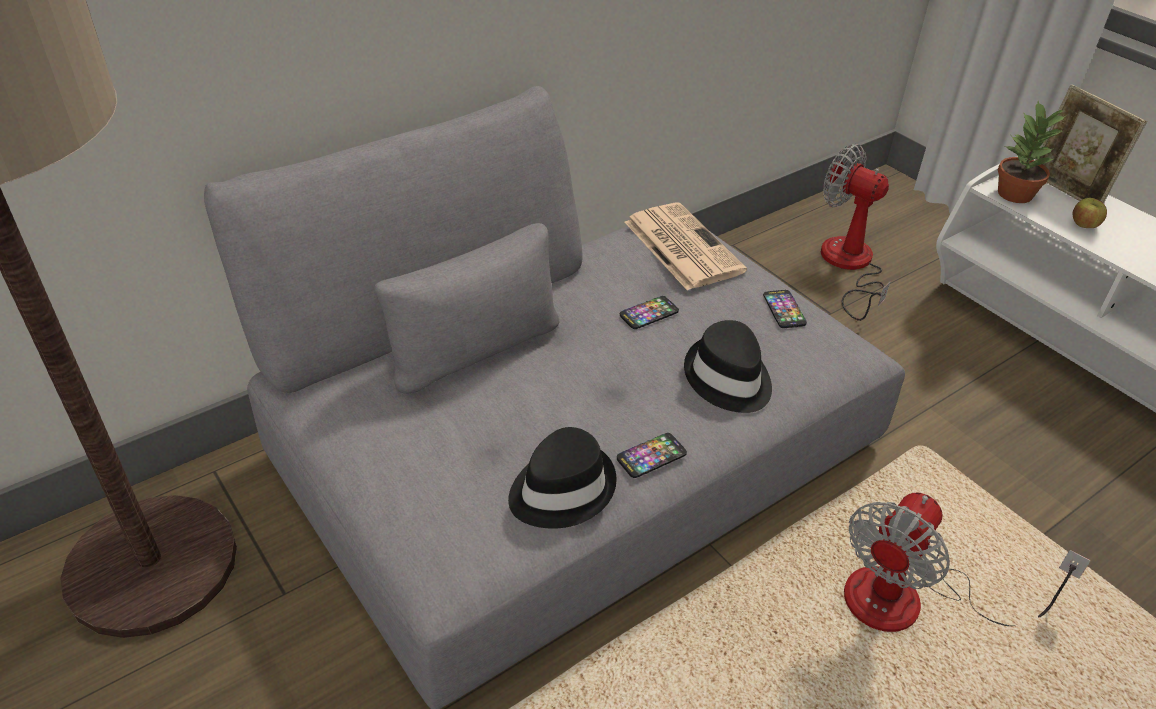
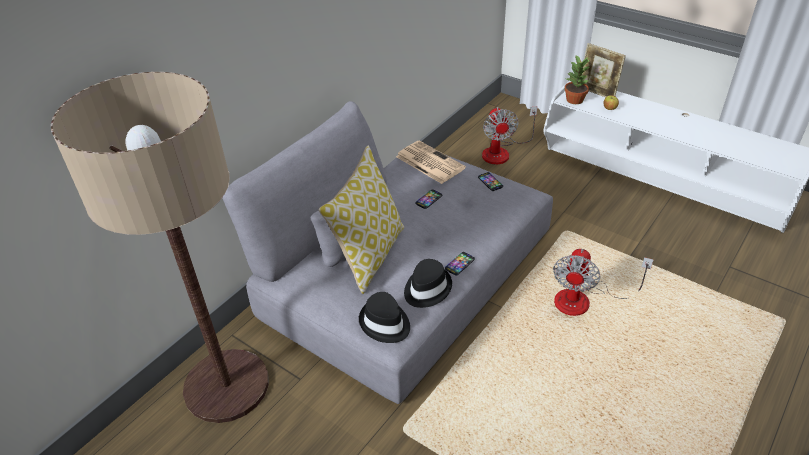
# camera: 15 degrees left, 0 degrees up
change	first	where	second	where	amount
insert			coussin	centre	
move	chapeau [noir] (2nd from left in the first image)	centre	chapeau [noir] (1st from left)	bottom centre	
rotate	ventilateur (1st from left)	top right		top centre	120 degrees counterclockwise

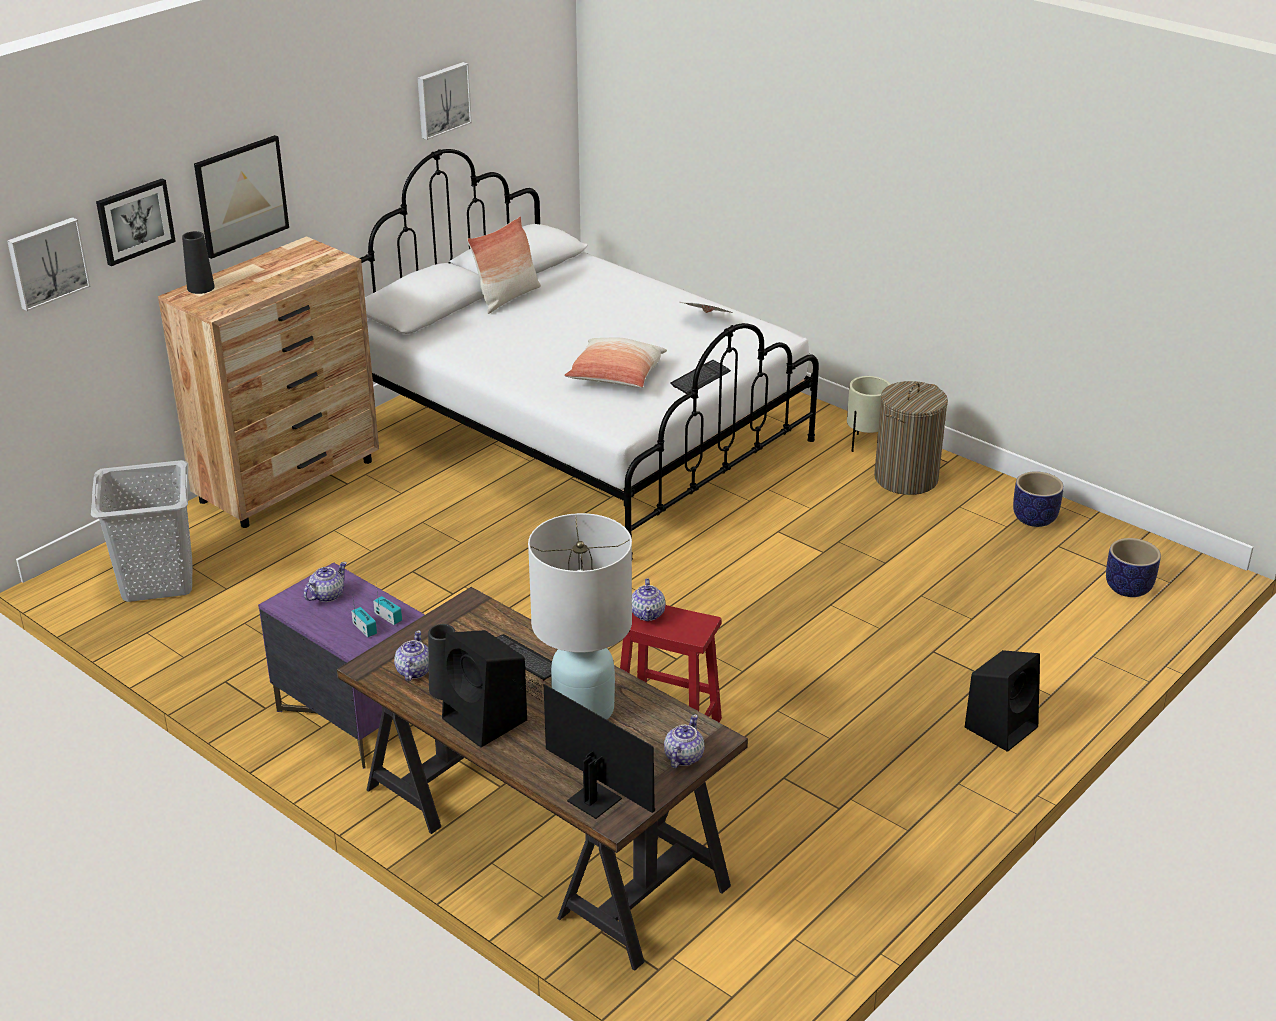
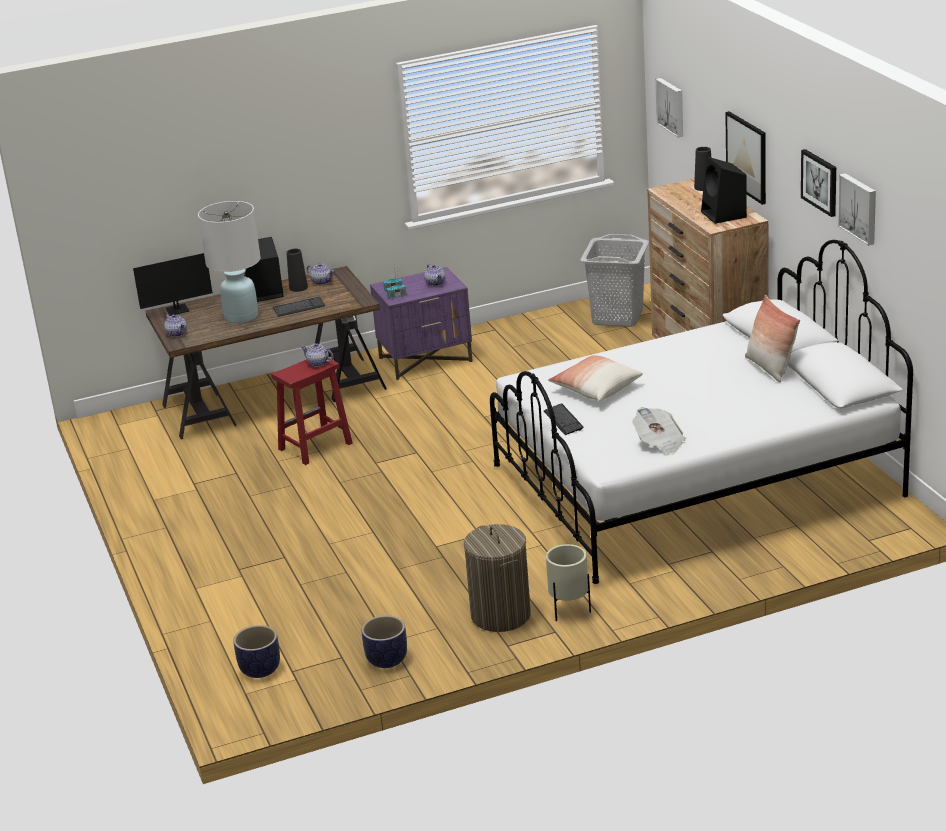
# camera: 120 degrees right, 5 degrees down
change	first	where	second	where	amount
move	tableau (2nd from left in the first image)	top left	tableau (3rd from left)	top right	
move	enceinte [noir] (2nd from left)	bottom right		top right	

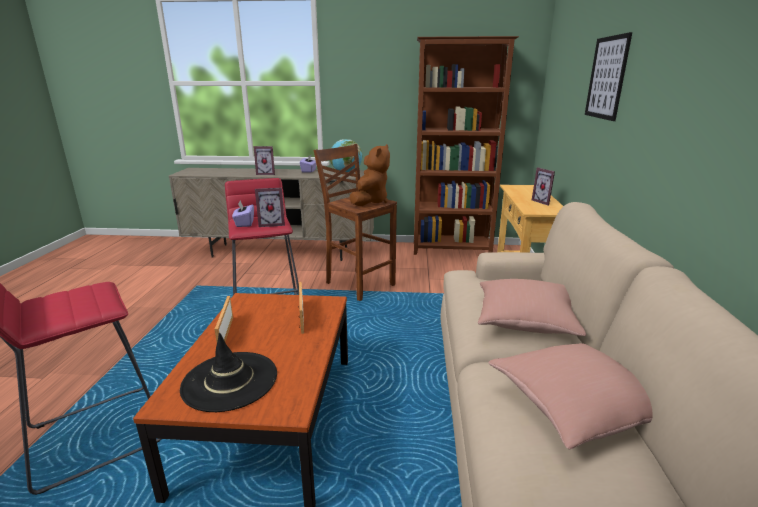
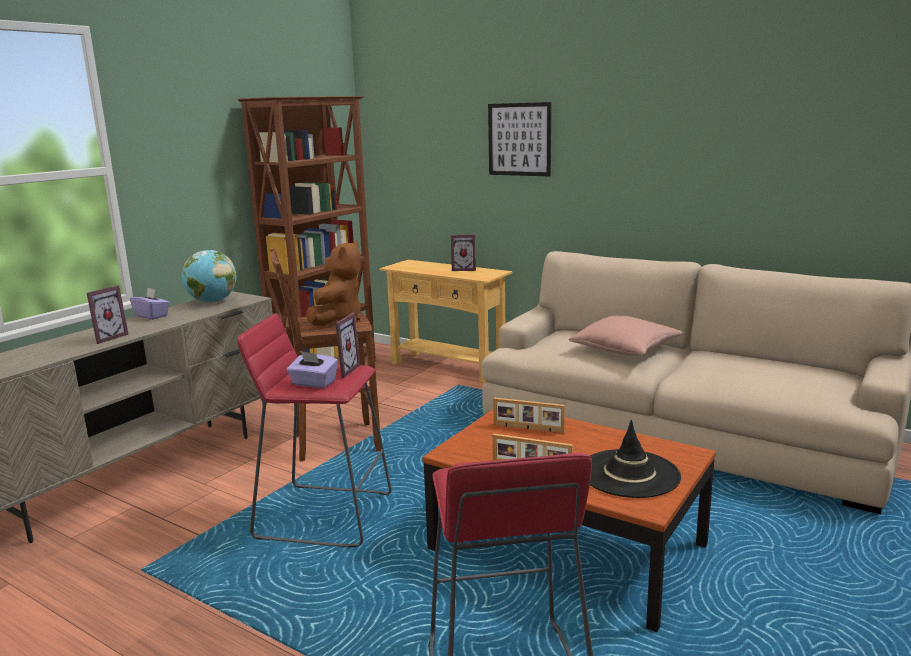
# camera: 60 degrees left, 5 degrees down
change	first	where	second	where	amount
delete	coussin [rose] (2nd from left)	bottom right			
rotate	peluche [marron]	centre		centre	60 degrees clockwise

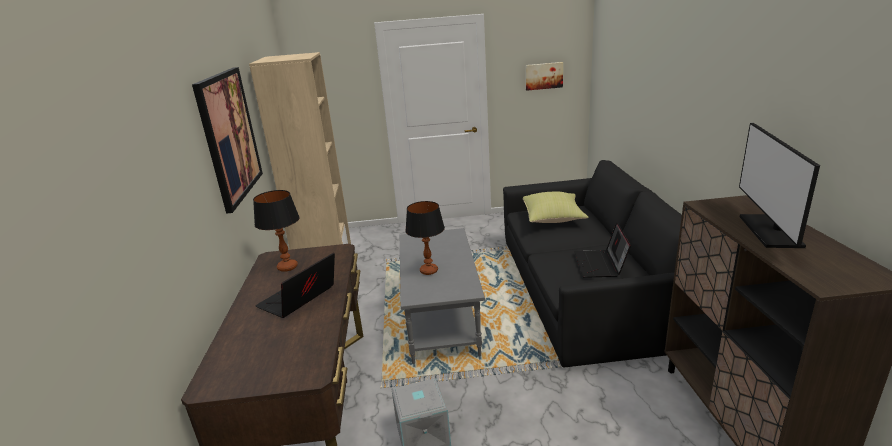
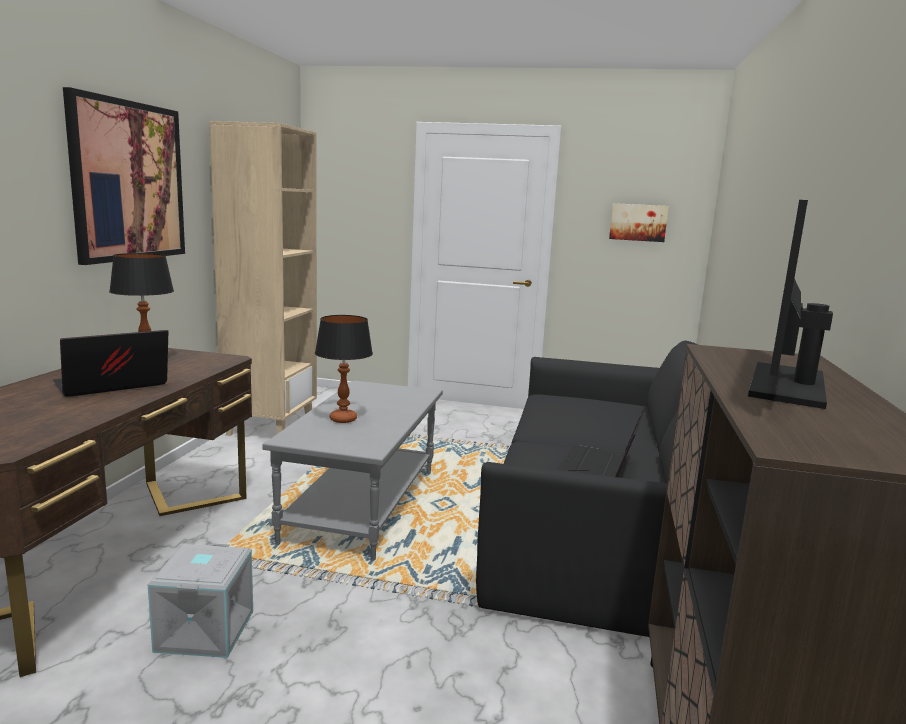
# camera: 15 degrees right, 10 degrees down
change	first	where	second	where	amount
delete	coussin [jaune]	centre			

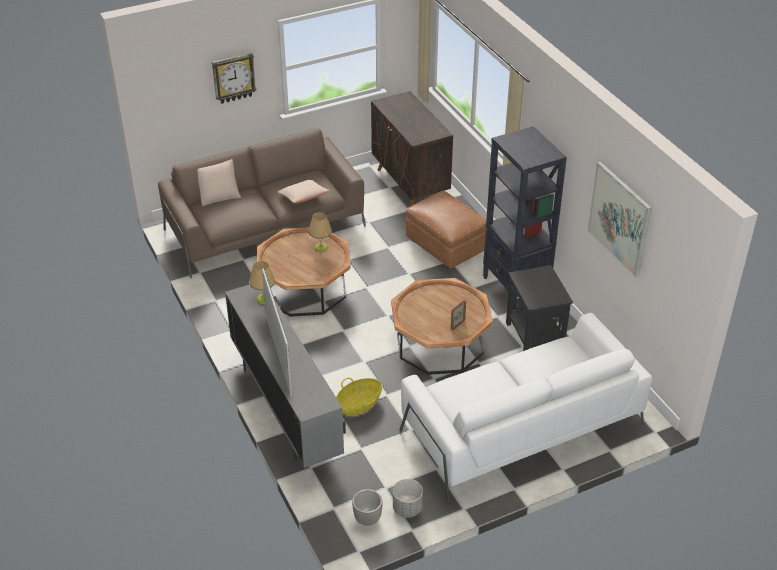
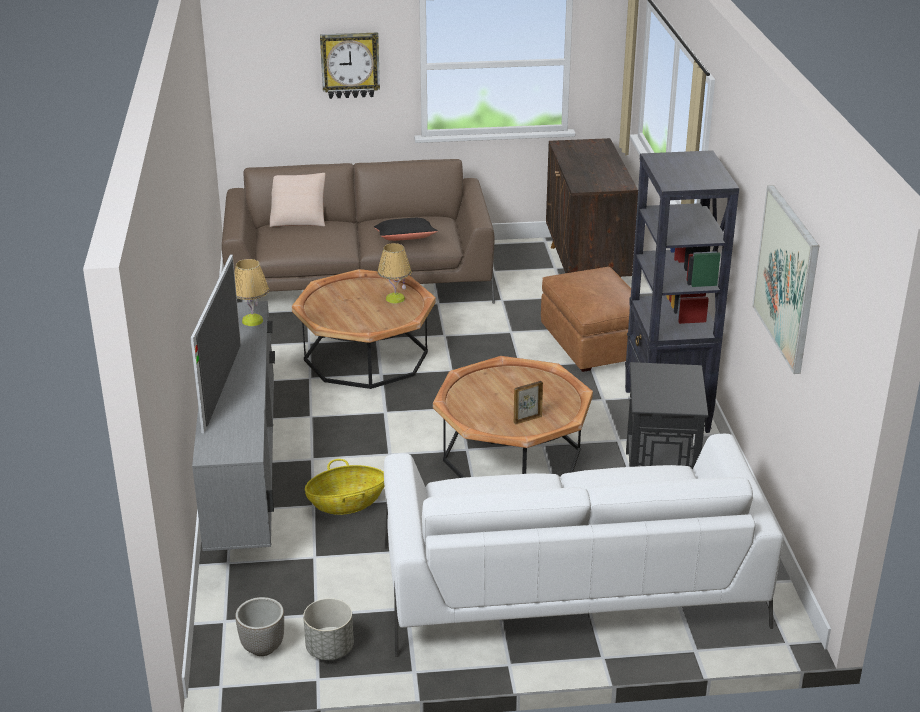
# camera: 20 degrees right, 10 degrees down
change	first	where	second	where	amount
recolor	coussin [beige] (2nd from left)	centre	coussin [noir]	top centre	

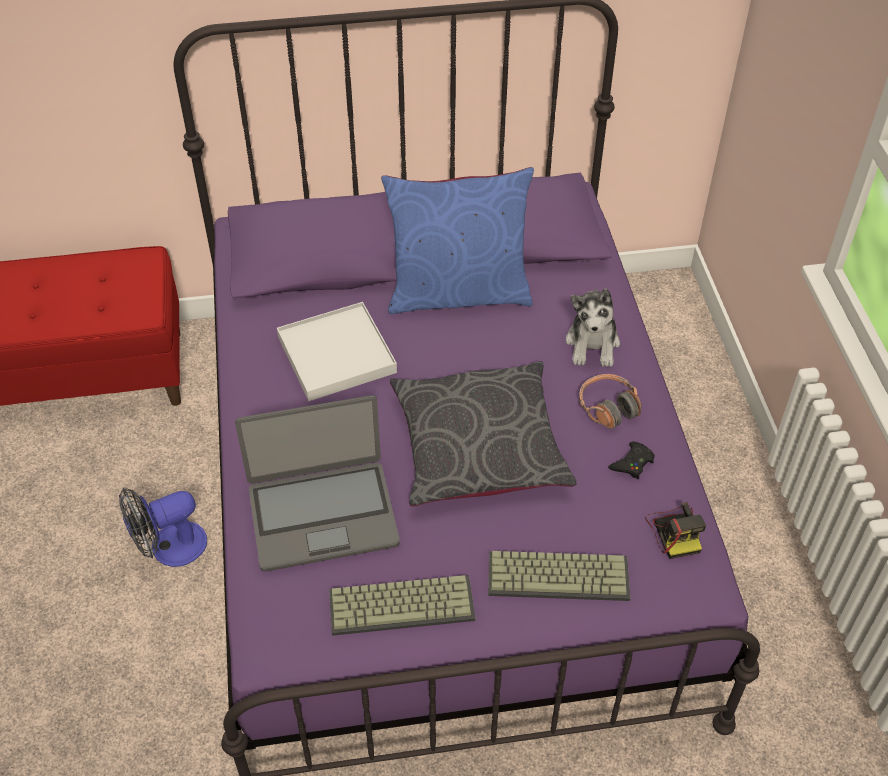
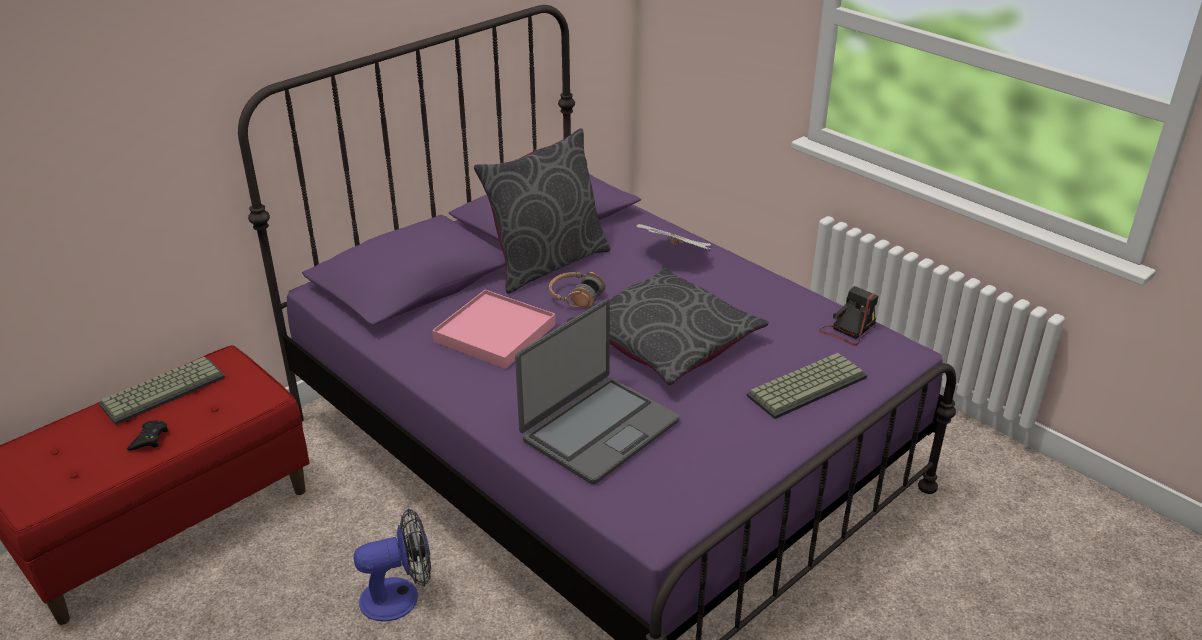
# camera: 35 degrees left, 15 degrees down
change	first	where	second	where	amount
move	clavier (1st from left)	bottom centre		middle left	
move	casque audio	middle right		centre	
move	manette [noir]	middle right		bottom left	
replace	peluche	middle right	journal	centre	
recolor	plateau [blanc]	centre	plateau [rose]	centre	
recolor	coussin [bleu]	top centre	coussin [gris] (1st from left)	top centre	
rotate	ventilateur	bottom left		bottom left	135 degrees counterclockwise
rotate	appareil photo	bottom right		middle right	90 degrees counterclockwise

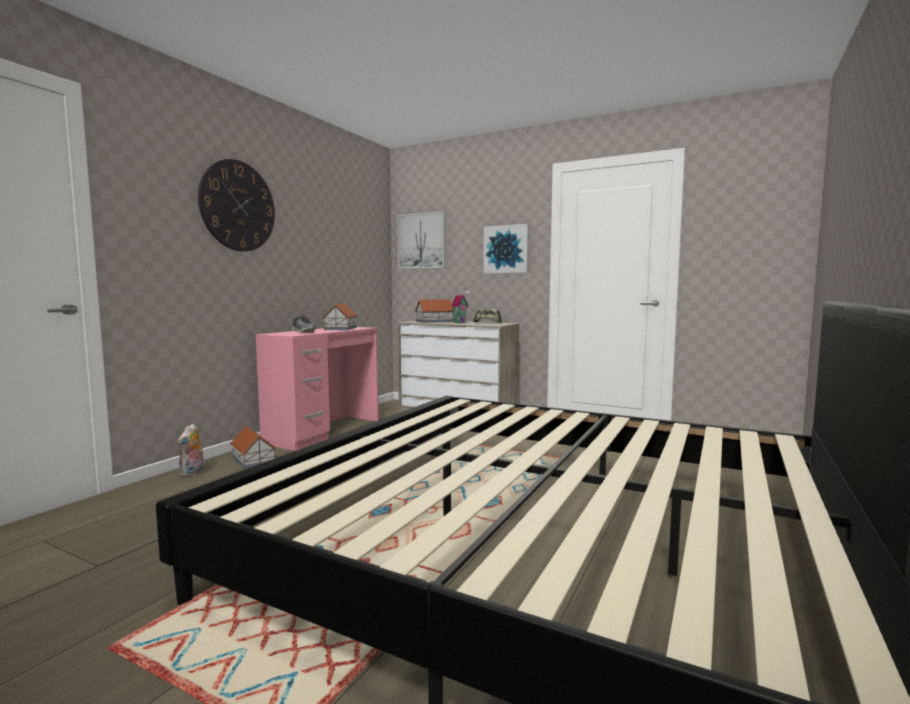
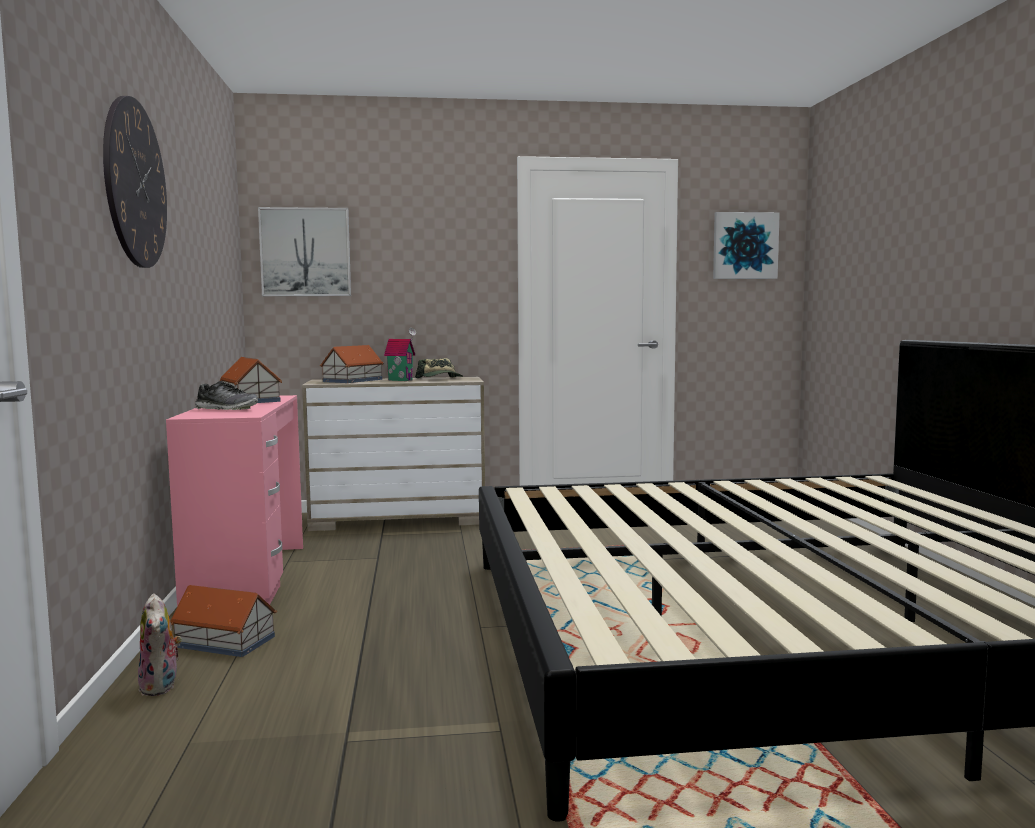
# camera: 35 degrees left, 0 degrees up
change	first	where	second	where	amount
move	tableau (2nd from left)	centre		top right	

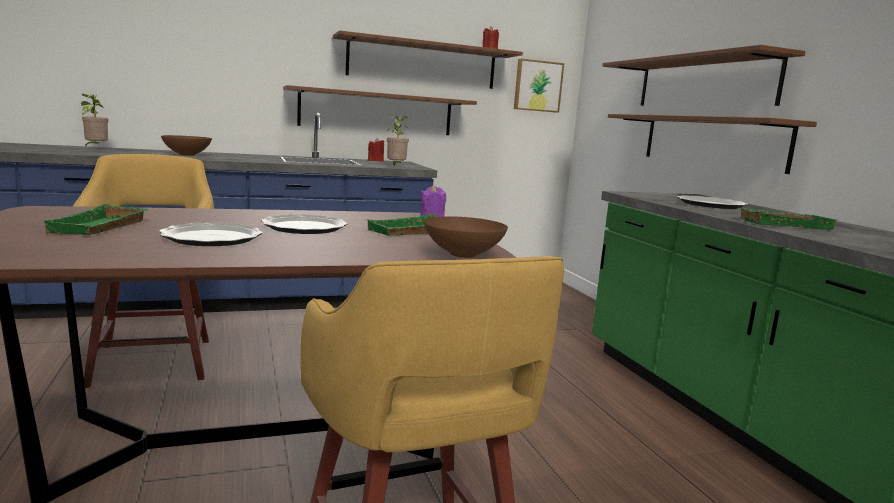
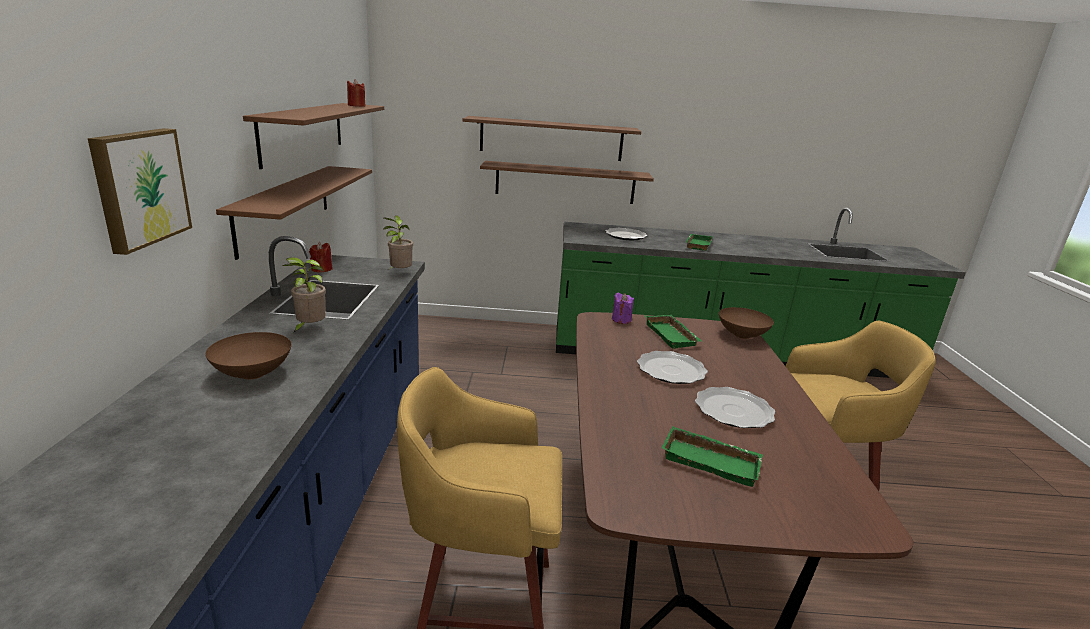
# camera: 70 degrees left, 10 degrees up
change	first	where	second	where	amount
move	plante en pot (1st from left)	top left		middle left	
move	tableau	top centre		top left	

